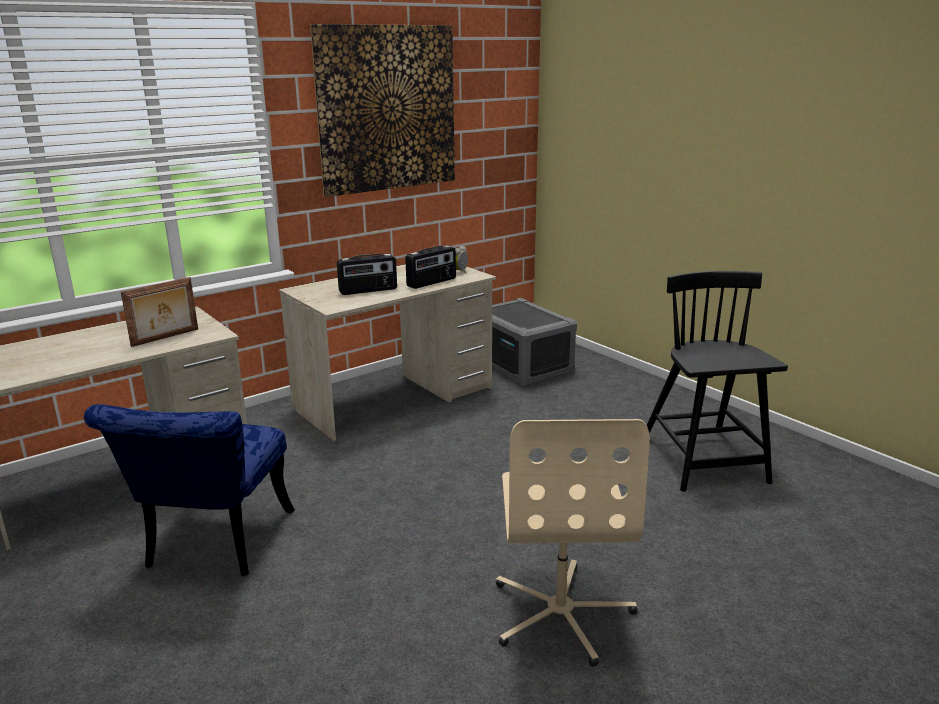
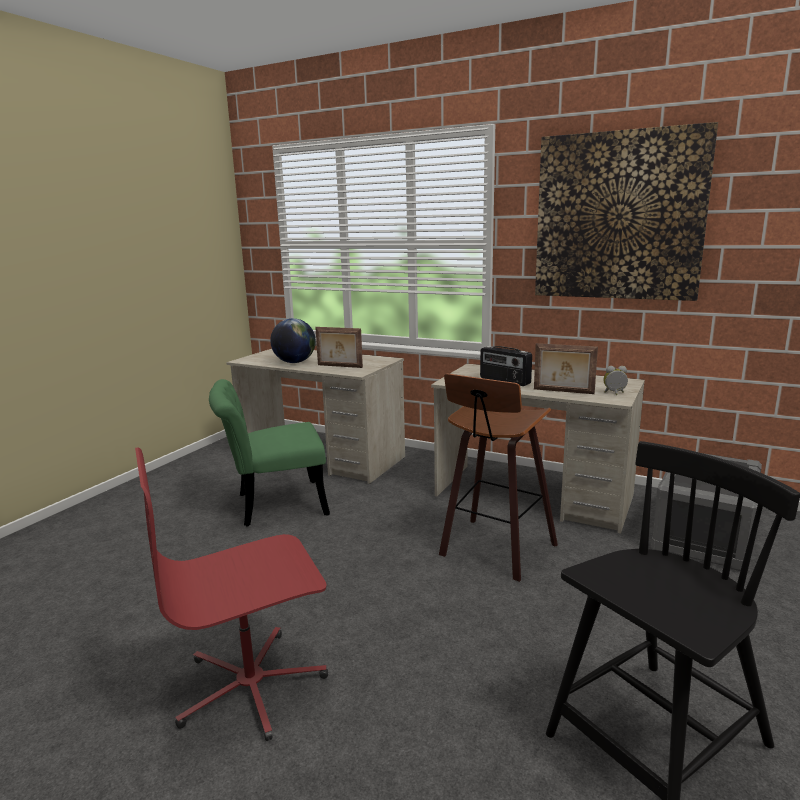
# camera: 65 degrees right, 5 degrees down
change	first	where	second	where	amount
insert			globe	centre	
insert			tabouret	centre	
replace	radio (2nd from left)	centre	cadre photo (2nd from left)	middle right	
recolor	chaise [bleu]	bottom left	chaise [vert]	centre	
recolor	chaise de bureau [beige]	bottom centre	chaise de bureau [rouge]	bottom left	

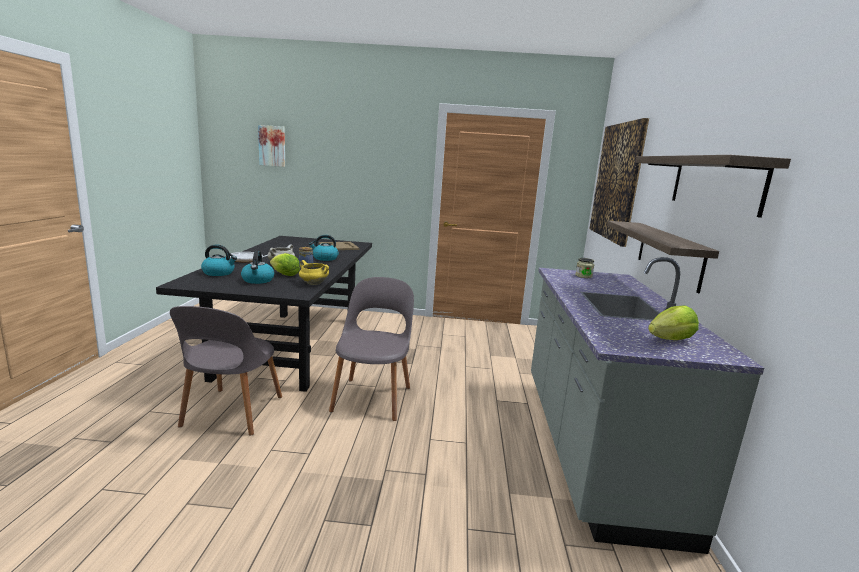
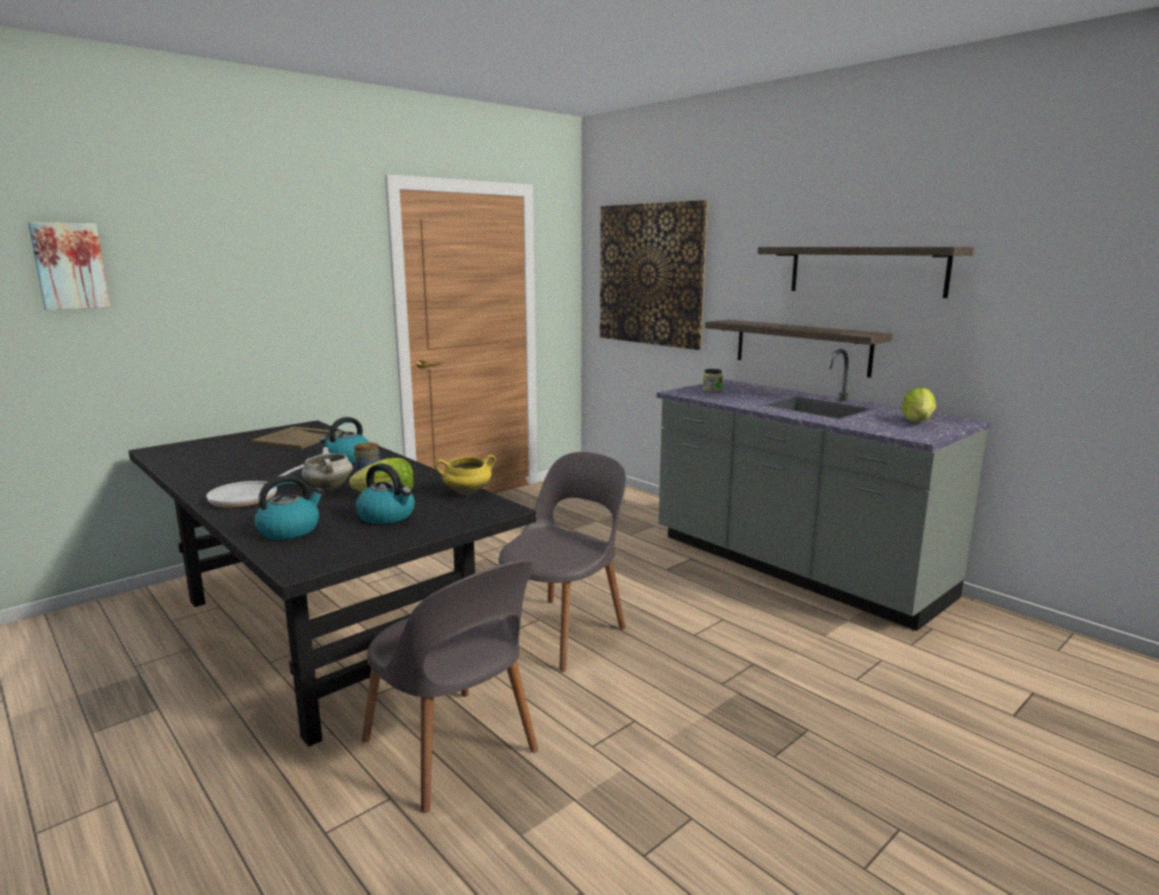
# camera: 45 degrees left, 0 degrees up
change	first	where	second	where	amount
rotate	chaise [gris] (2nd from left)	centre		centre	75 degrees clockwise

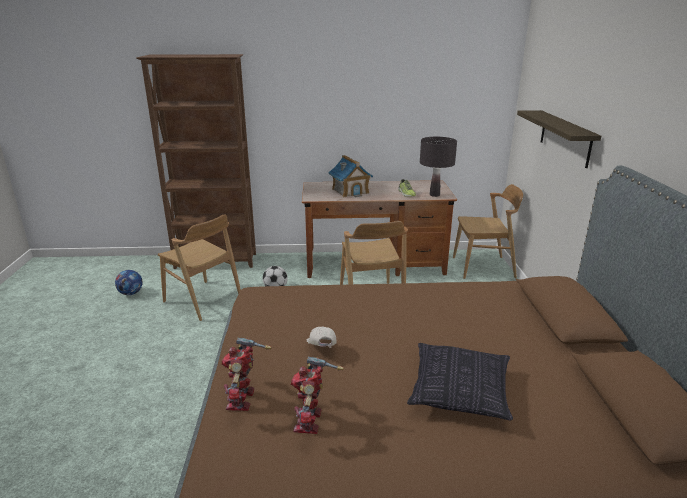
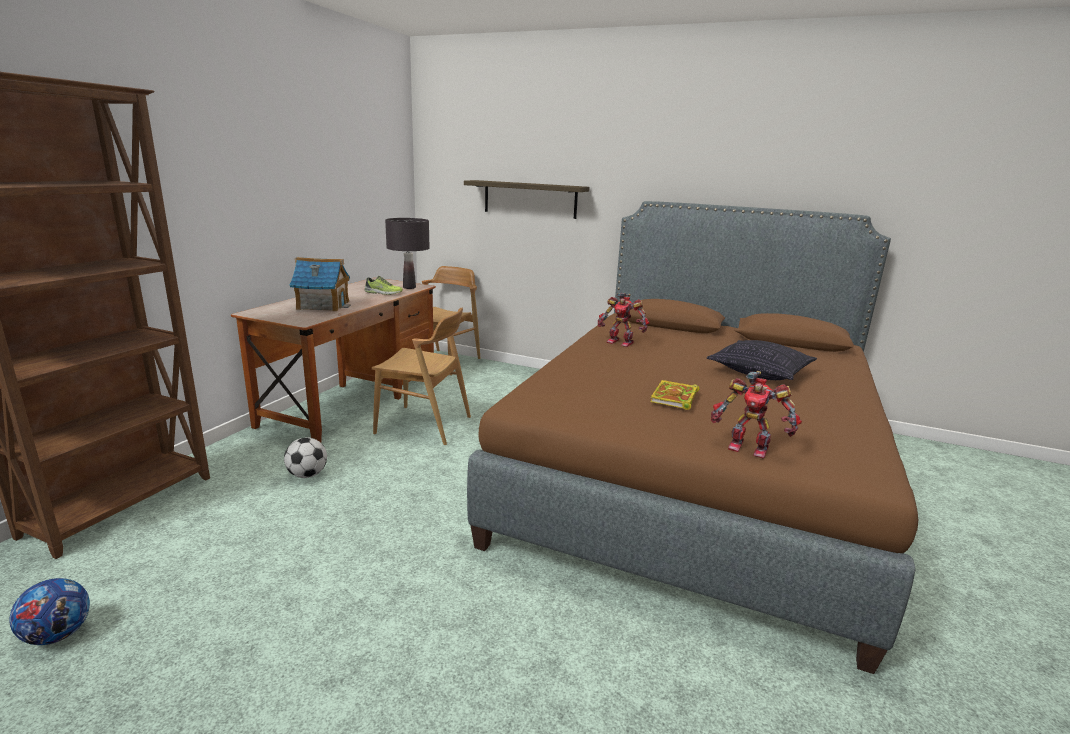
# camera: 65 degrees left, 5 degrees down
change	first	where	second	where	amount
delete	chaise [marron] (1st from left)	middle left			
move	robot jouet (2nd from left in the first image)	bottom centre	robot jouet (1st from left)	centre	
replace	casquette [blanc]	bottom centre	livre	centre	

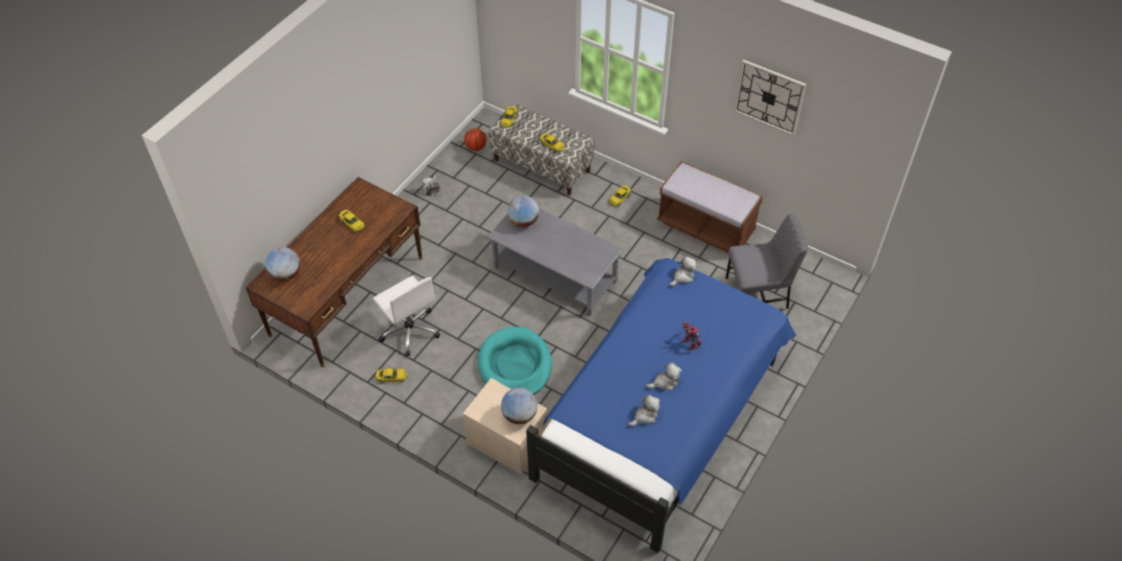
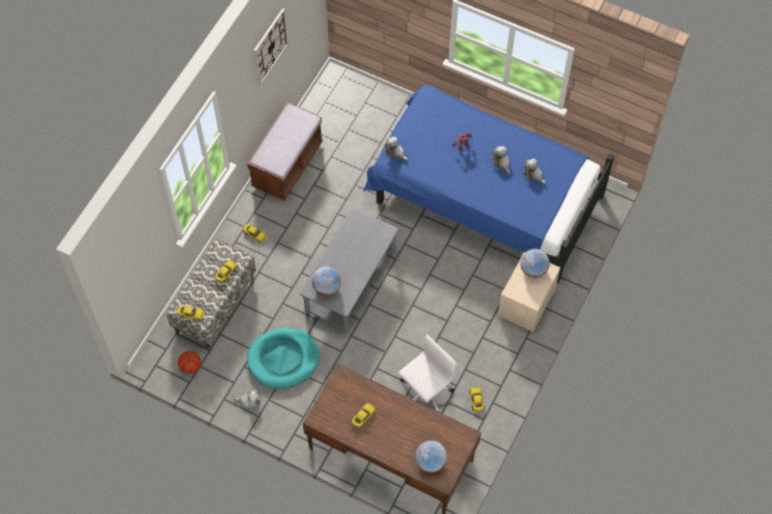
# camera: 95 degrees left, 10 degrees up
change	first	where	second	where	amount
delete	chaise [gris]	middle right			
move	panier pour chien [turquoise]	centre		bottom centre	

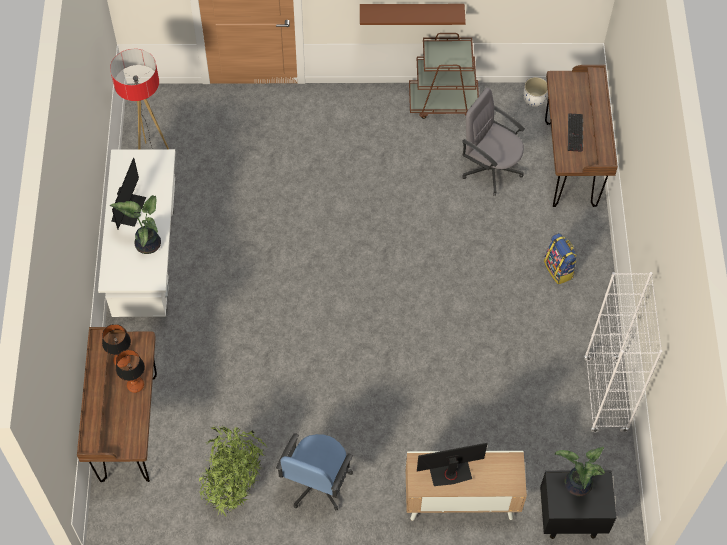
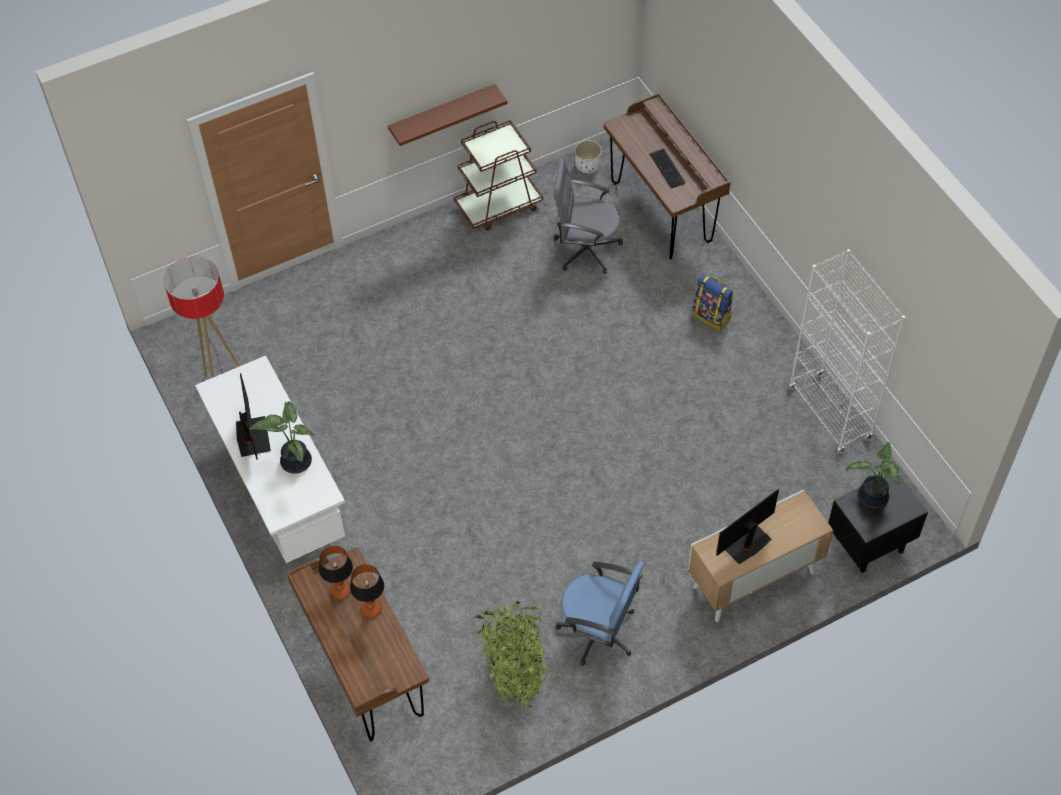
# camera: 25 degrees left, 5 degrees down
change	first	where	second	where	amount
rotate	chaise de bureau [bleu]	bottom centre		bottom centre	60 degrees counterclockwise

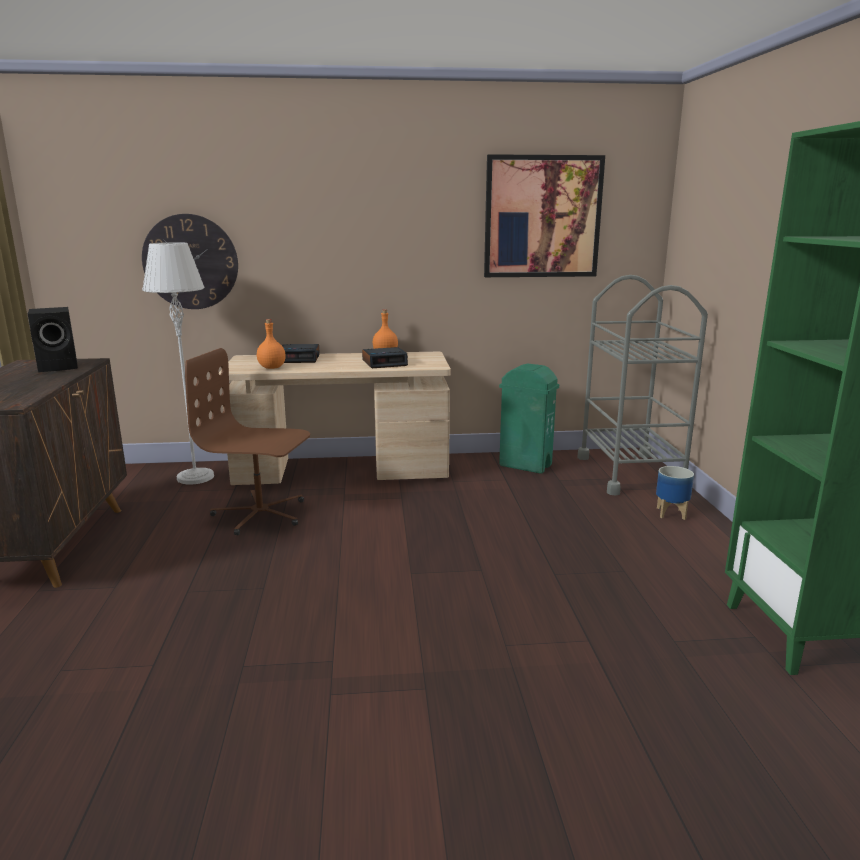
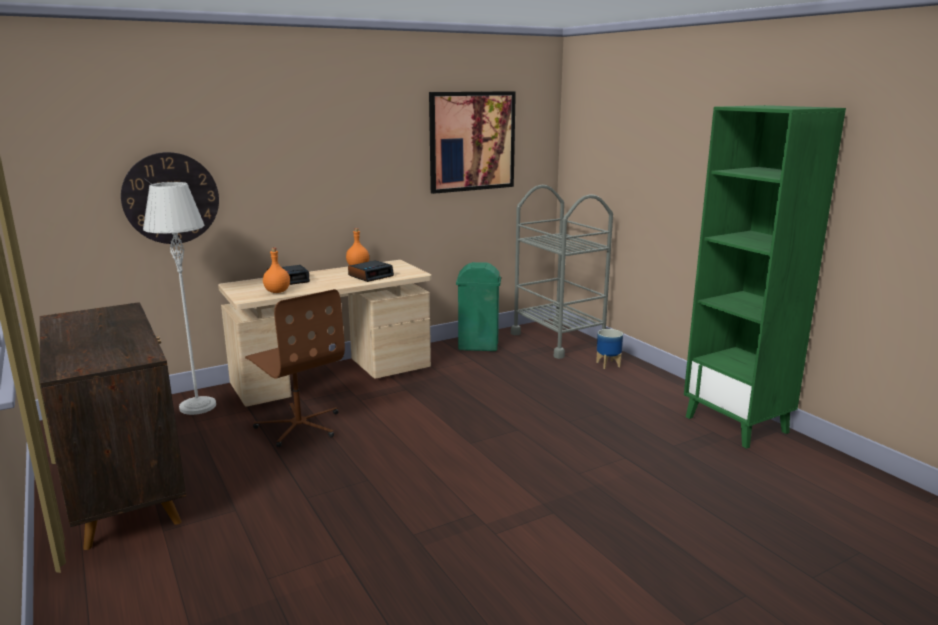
# camera: 25 degrees left, 0 degrees up
change	first	where	second	where	amount
delete	enceinte [noir]	middle left			
rotate	chaise de bureau [marron]	middle left		middle left	120 degrees counterclockwise

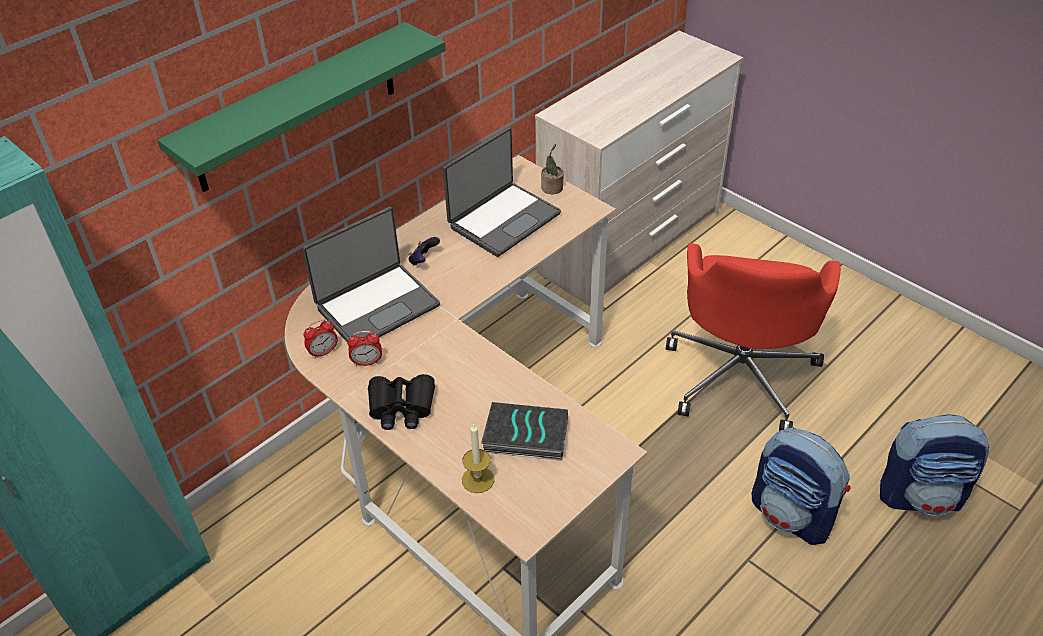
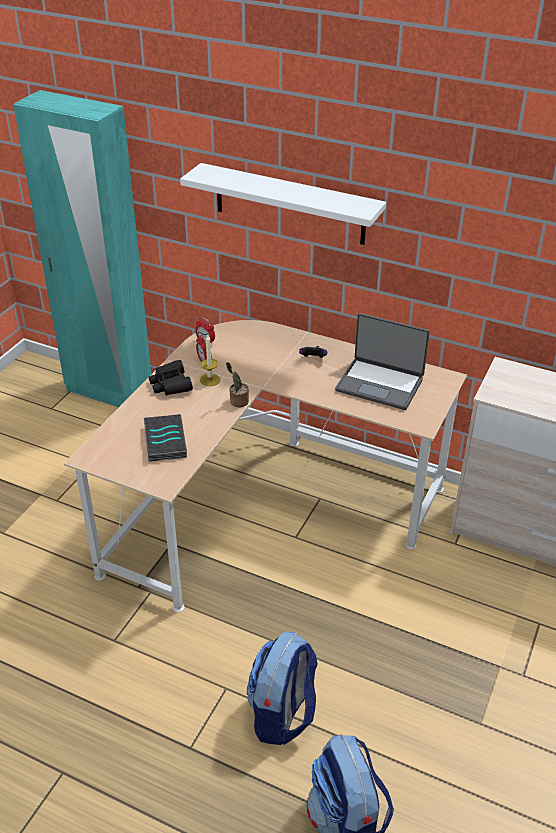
# camera: 70 degrees right, 5 degrees down
change	first	where	second	where	amount
delete	ordinateur portable (1st from left)	centre			
delete	chaise de bureau [rouge]	middle right			
move	bougie	bottom centre		centre	
move	plante en pot	top centre		centre	
recolor	étagère [vert]	top left	étagère [blanc]	top centre	

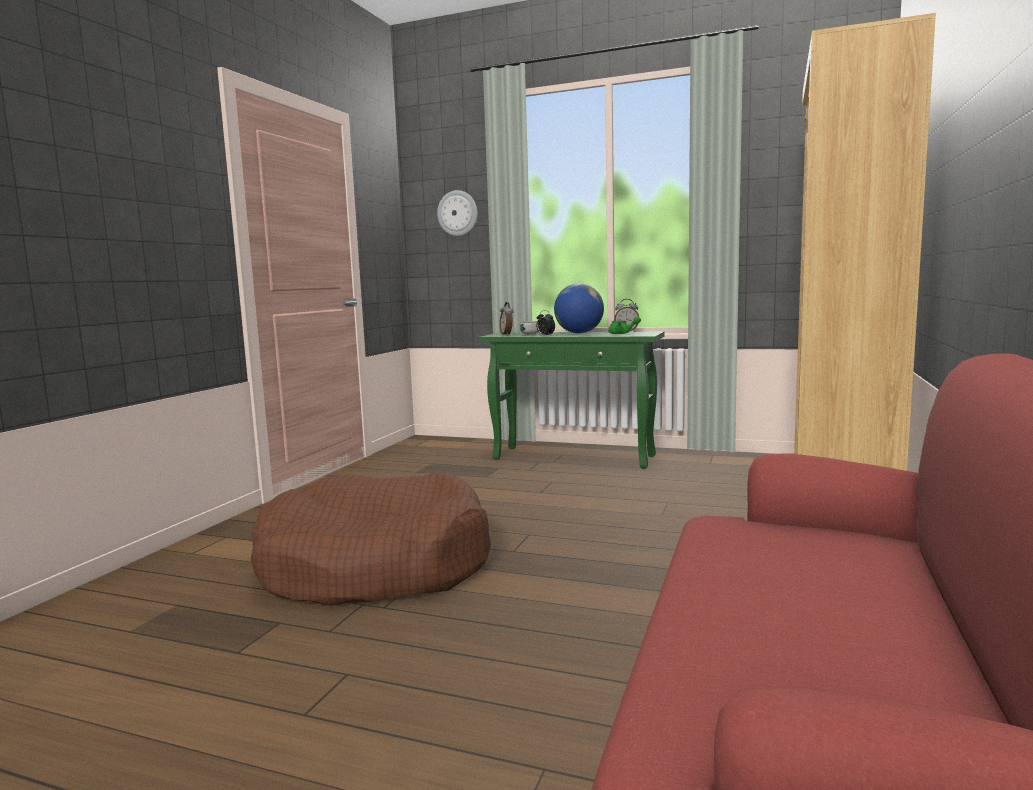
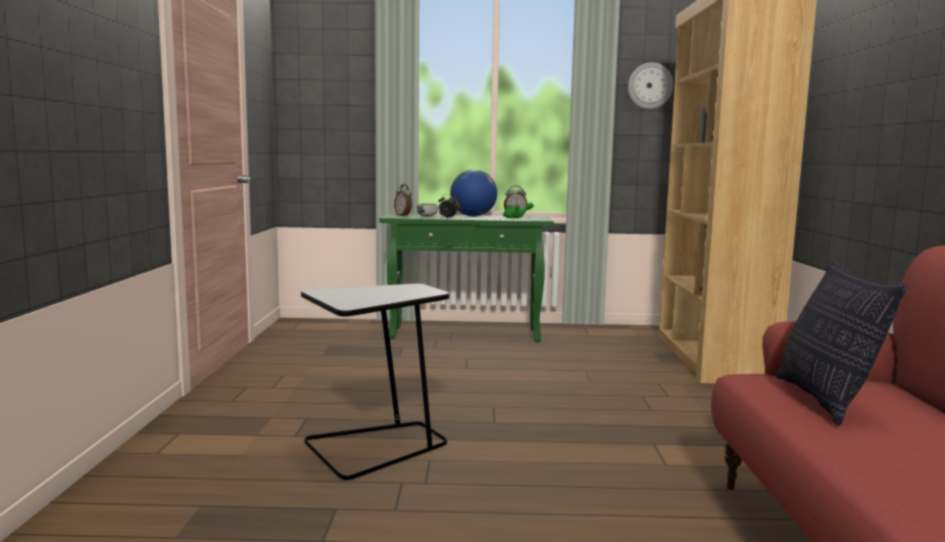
# camera: 20 degrees left, 0 degrees up
change	first	where	second	where	amount
insert			coussin	middle right	
move	horloge murale	top centre		top right	
replace	panier pour chien [marron]	bottom centre	table d'appoint [noir]	bottom centre	

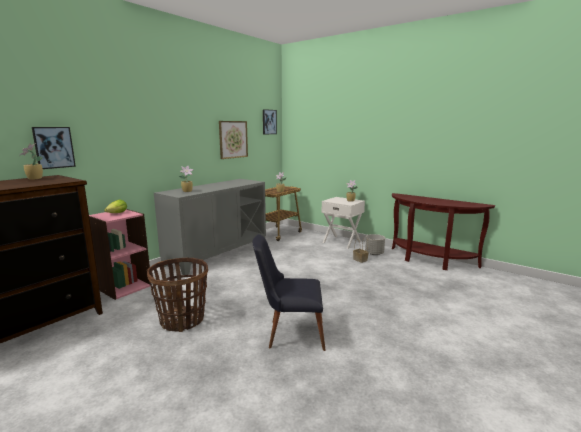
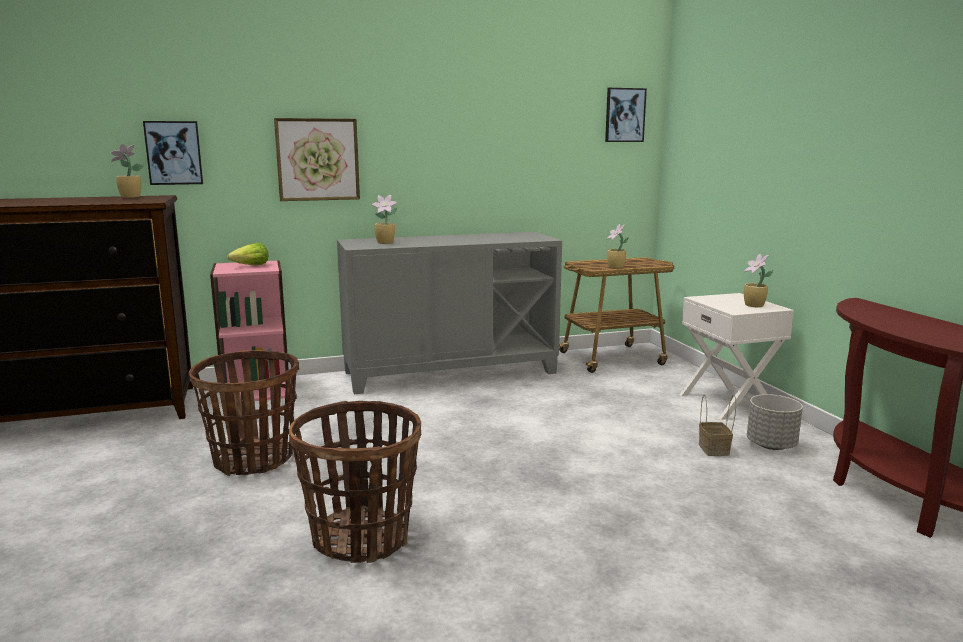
# camera: 35 degrees right, 0 degrees up
change	first	where	second	where	amount
move	tableau (2nd from left)	top centre		top left	
replace	chaise [noir]	bottom centre	panier (2nd from left)	bottom centre	

